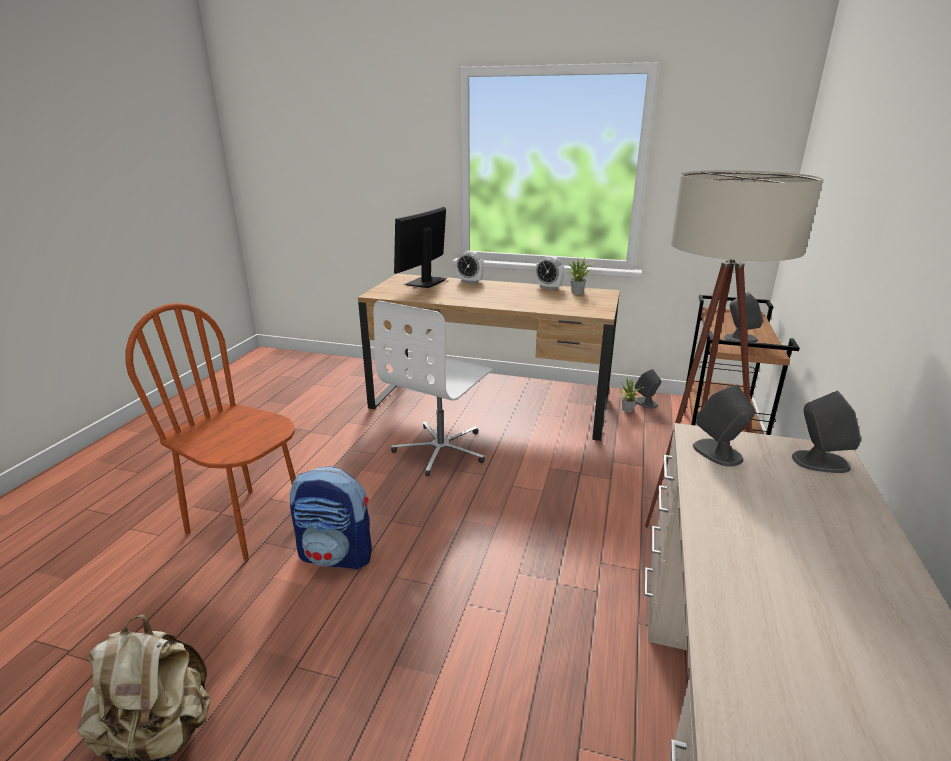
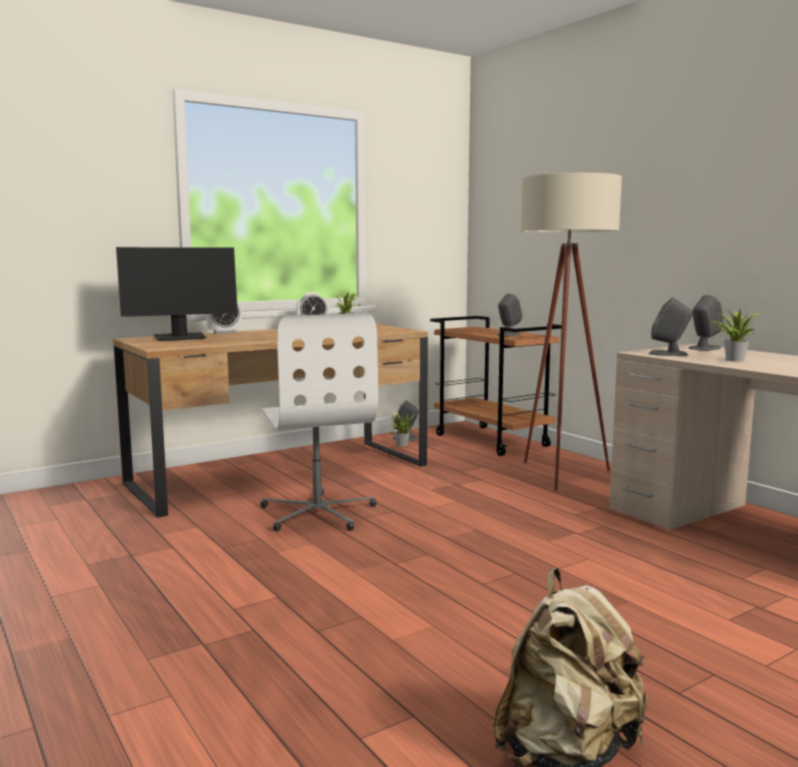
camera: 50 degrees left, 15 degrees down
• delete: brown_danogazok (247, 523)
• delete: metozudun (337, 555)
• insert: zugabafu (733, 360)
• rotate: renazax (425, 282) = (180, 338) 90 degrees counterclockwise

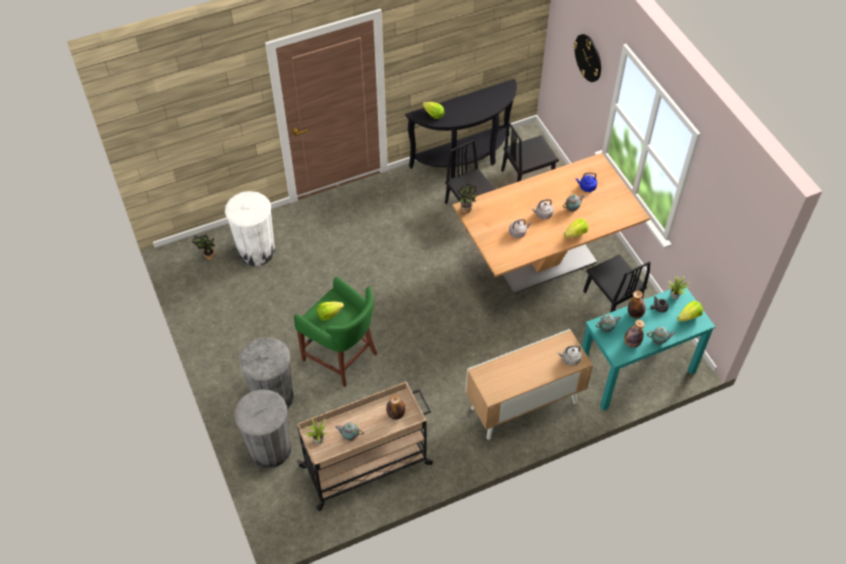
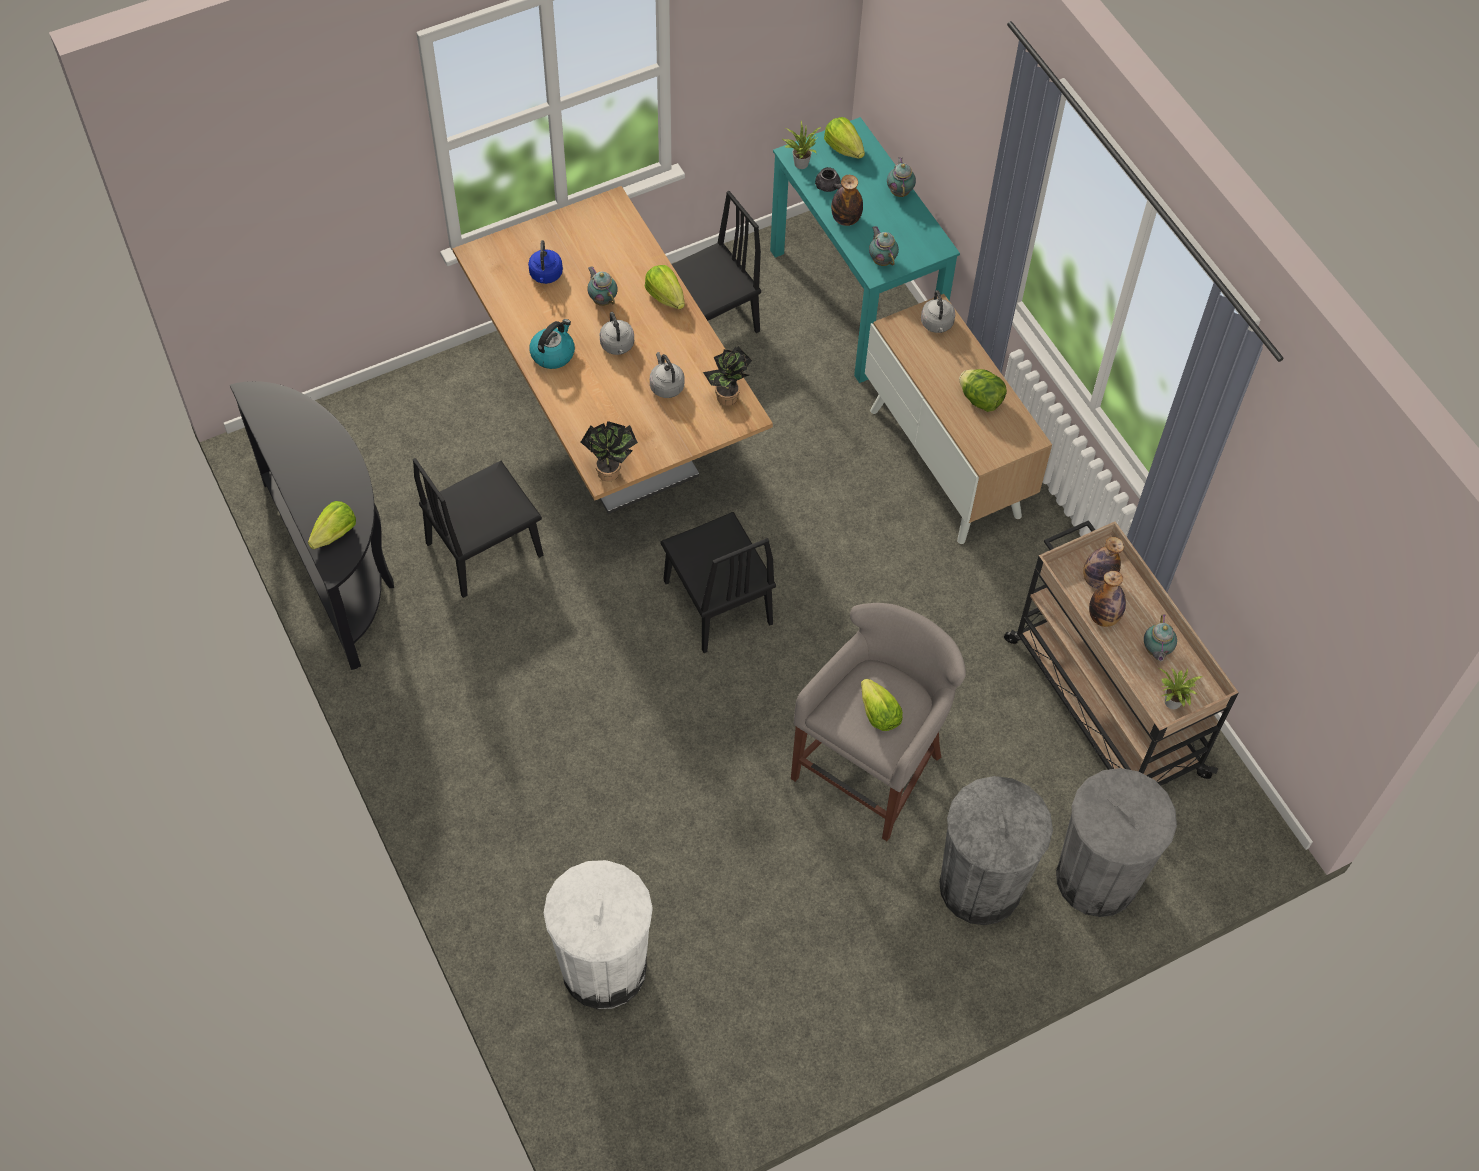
camera: 95 degrees left, 5 degrees up
• delete: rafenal (588, 57)
• insert: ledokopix (553, 353)
• insert: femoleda (980, 400)
• move: zugabafu (208, 256) to (727, 400)
• move: black_danogazok (527, 176) to (717, 602)
• move: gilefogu (631, 343) to (1103, 617)
• recolor: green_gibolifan (342, 357) to grey_gibolifan (871, 766)

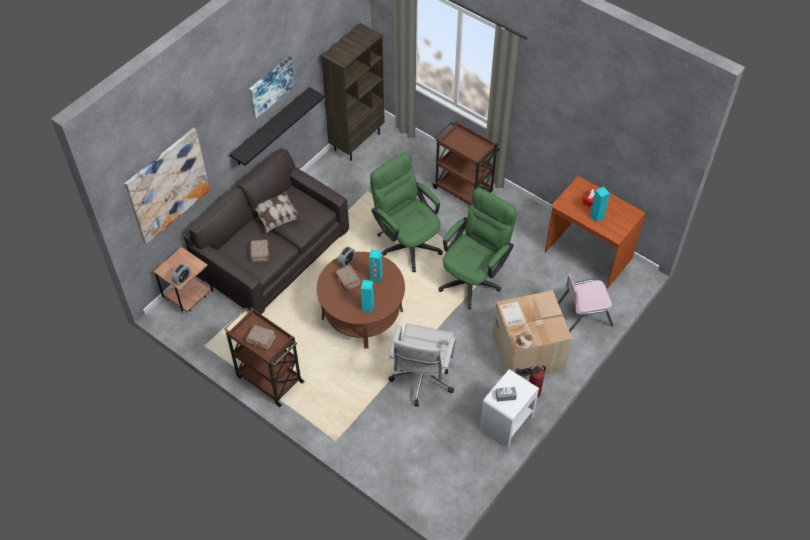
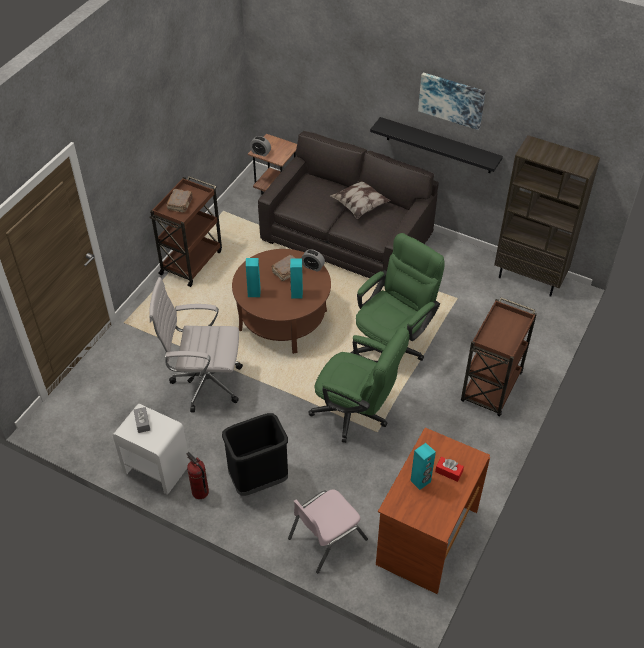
camera: 80 degrees right, 5 degrees down
• delete: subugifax (168, 185)
• delete: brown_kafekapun (260, 253)
• replace: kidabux (527, 351) to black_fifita (259, 479)
• rotate: pink_danogazok (583, 314) = (326, 538) 105 degrees counterclockwise

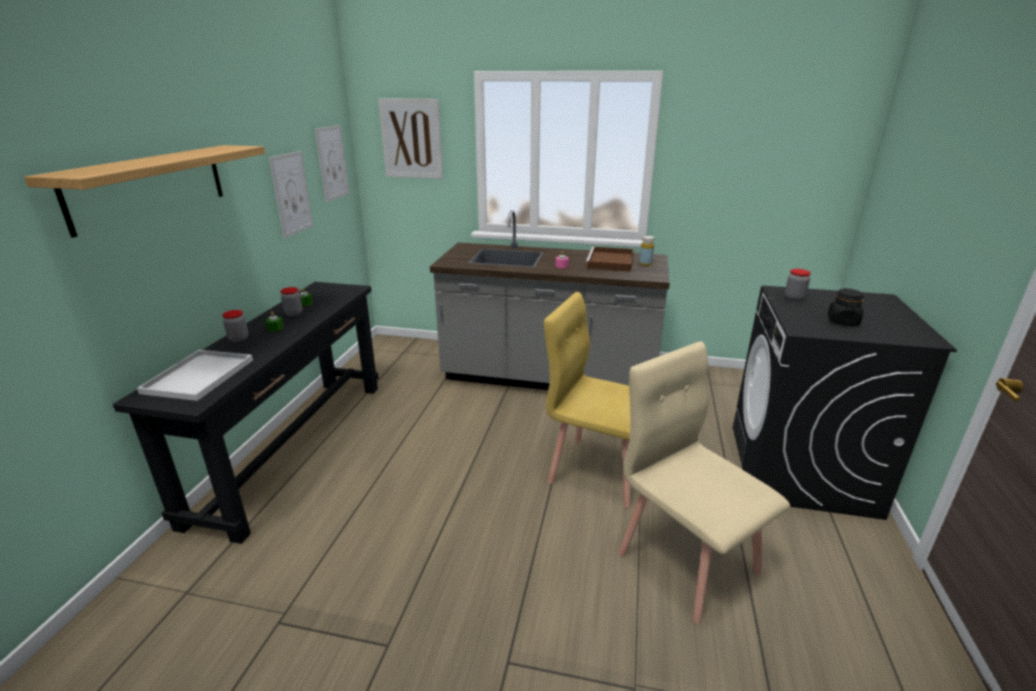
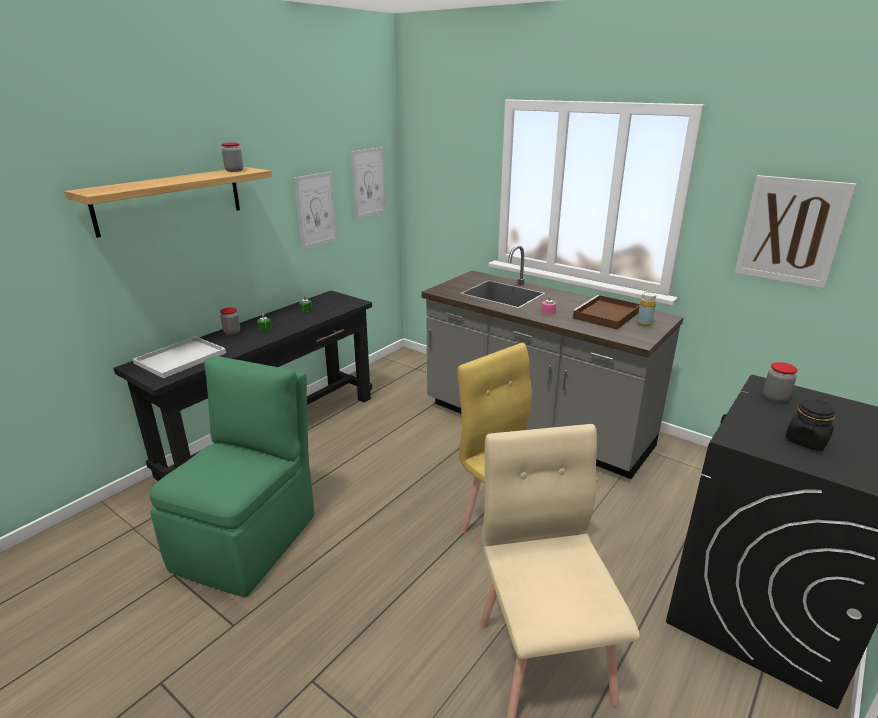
camera: 25 degrees right, 0 degrees up
• insert: green_danogazok (248, 539)
• move: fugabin (293, 313) to (234, 171)
• move: subugifax (411, 139) to (791, 231)

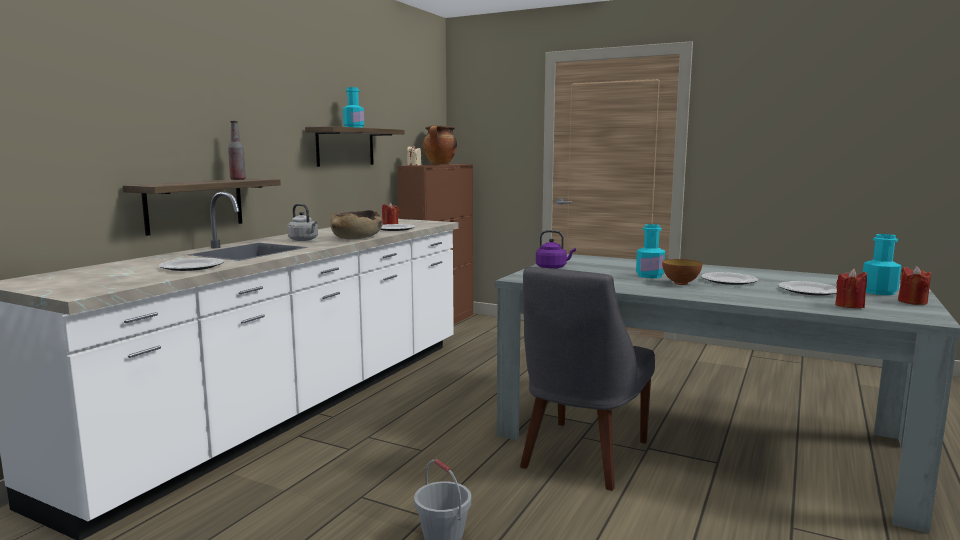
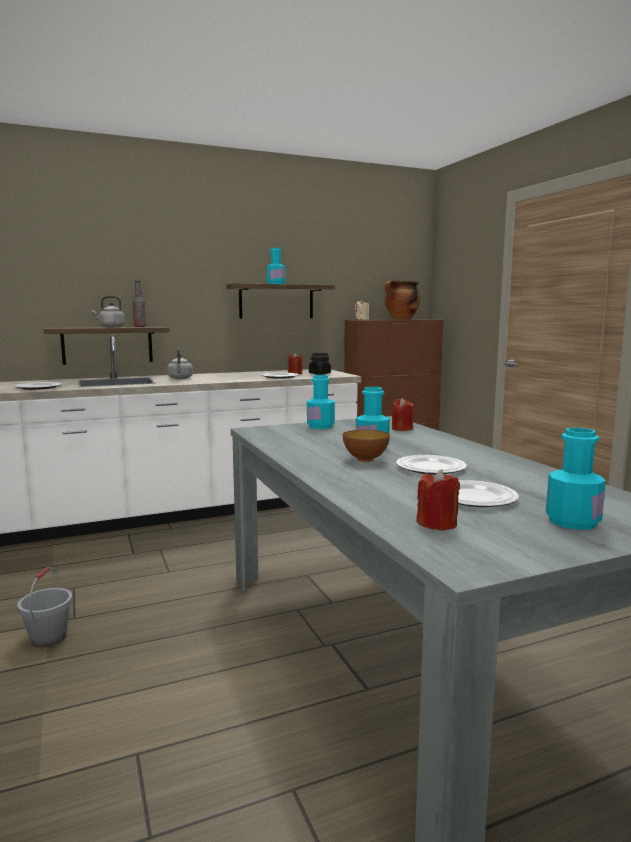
camera: 40 degrees right, 0 degrees up
• delete: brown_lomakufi (357, 237)
• delete: grey_danogazok (581, 456)
• insert: grey_ledokopix (110, 327)
• insert: black_fugabin (319, 374)
• move: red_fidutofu (912, 302) to (402, 429)
• replace: purple_ledokopix (553, 268) to turquoise_gilefogu (320, 426)

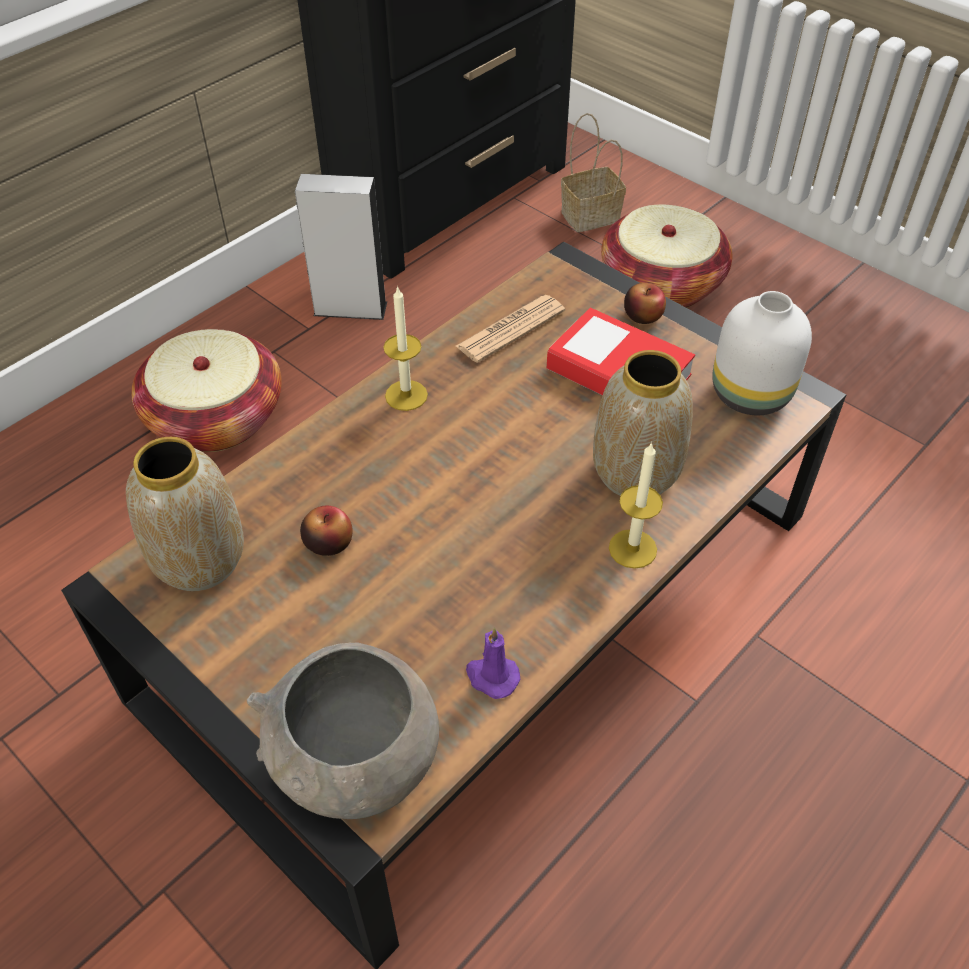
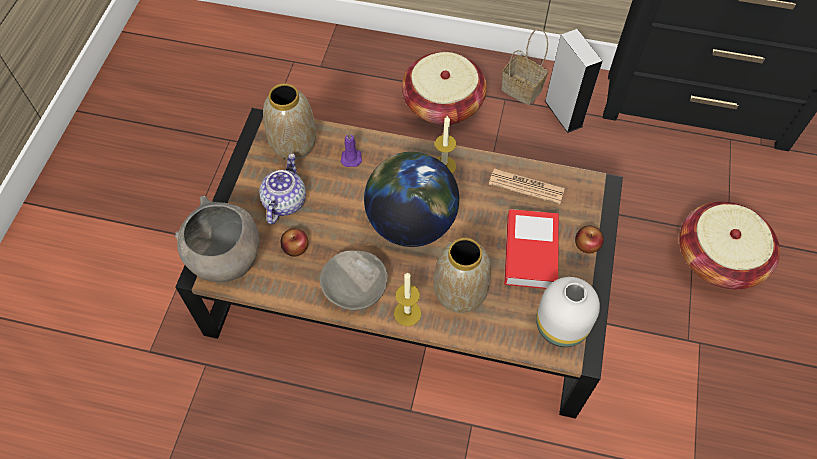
camera: 60 degrees right, 10 degrees up
• insert: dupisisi (284, 201)
• insert: grey_lomakufi (354, 289)
• insert: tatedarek (411, 223)
• move: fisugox (328, 542) to (295, 247)
• move: purple_fidutofu (491, 676) to (351, 157)
• move: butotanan (591, 215) to (523, 89)

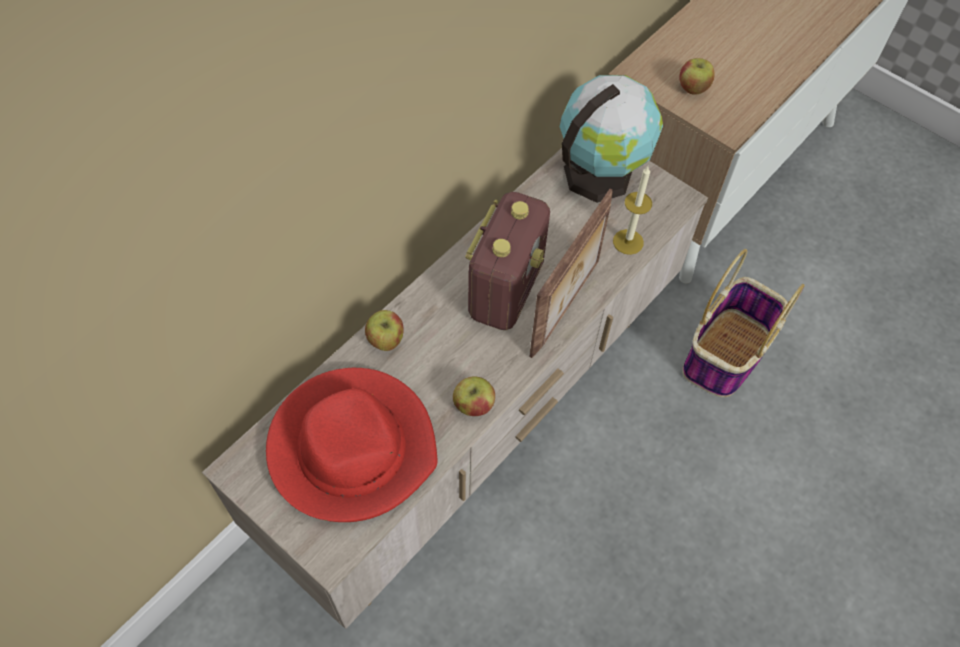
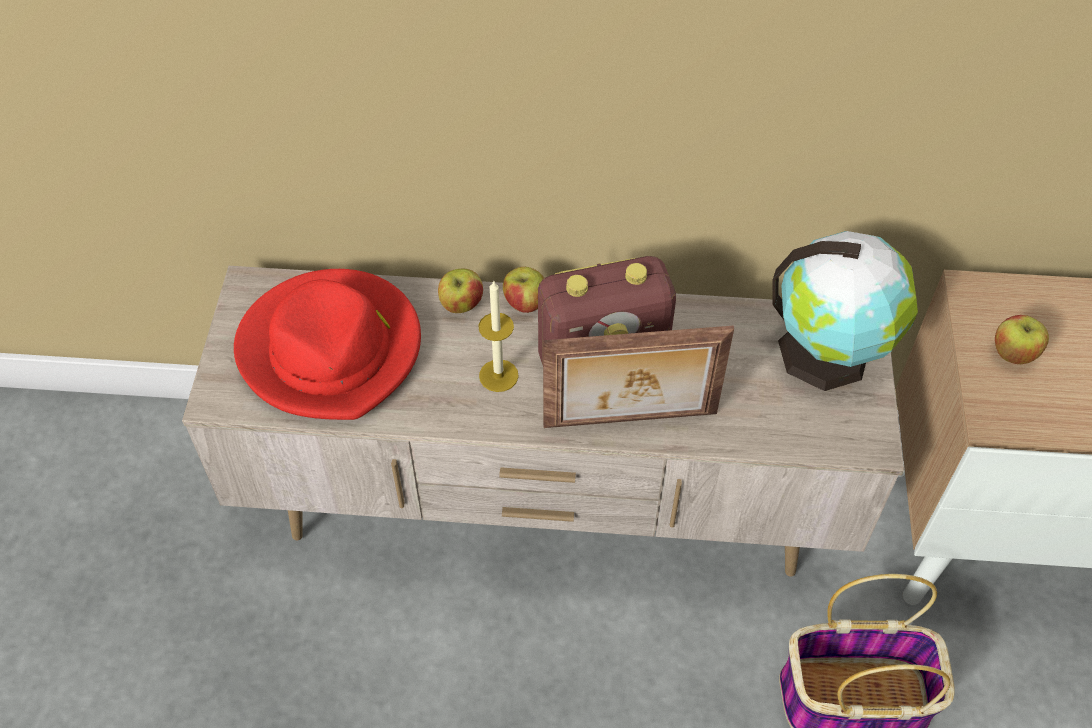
camera: 55 degrees right, 5 degrees down
• move: fisugox (474, 405) to (525, 303)
• move: fidutofu (628, 242) to (498, 375)

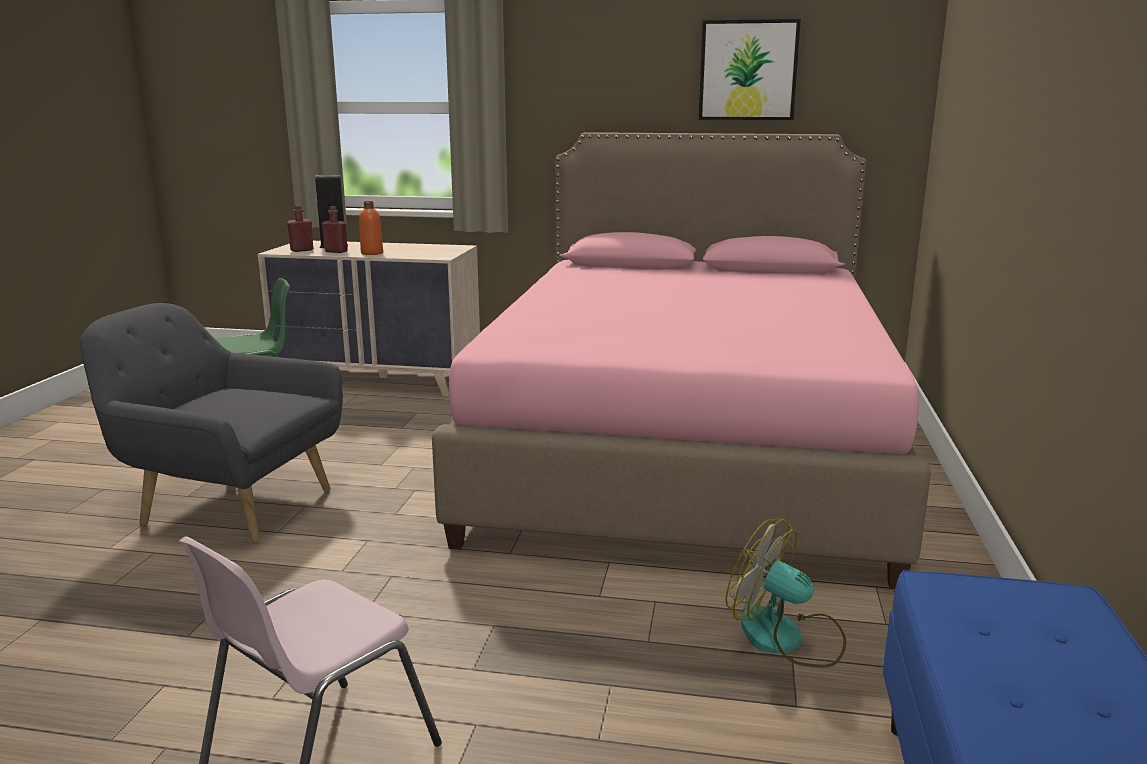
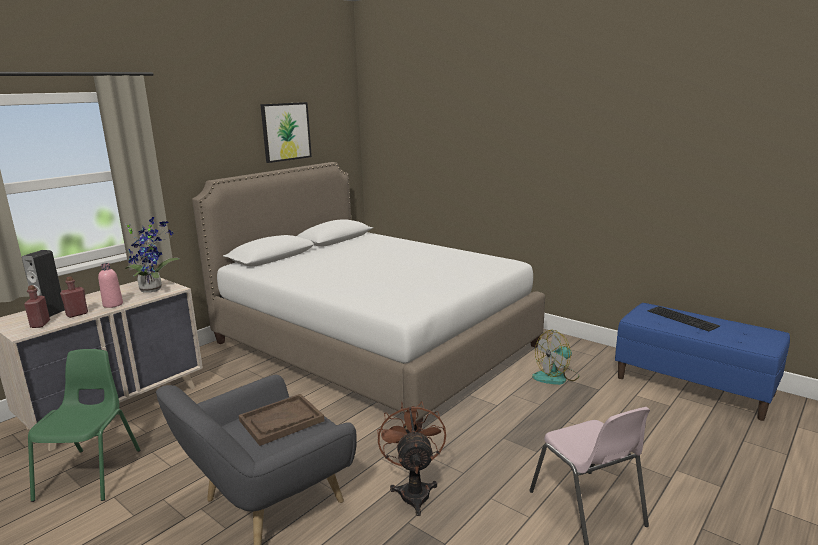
camera: 60 degrees left, 0 degrees up
• insert: zugabafu (153, 289)
• insert: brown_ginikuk (281, 421)
• insert: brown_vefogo (414, 490)
• insert: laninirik (683, 318)
• recolor: orange_gilefogu (372, 253) to pink_gilefogu (113, 304)
• recolor: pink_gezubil (684, 449) to white_gezubil (373, 344)

